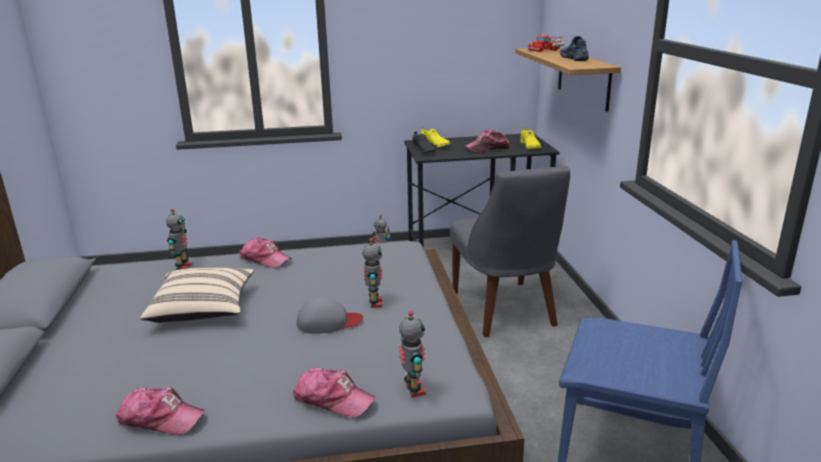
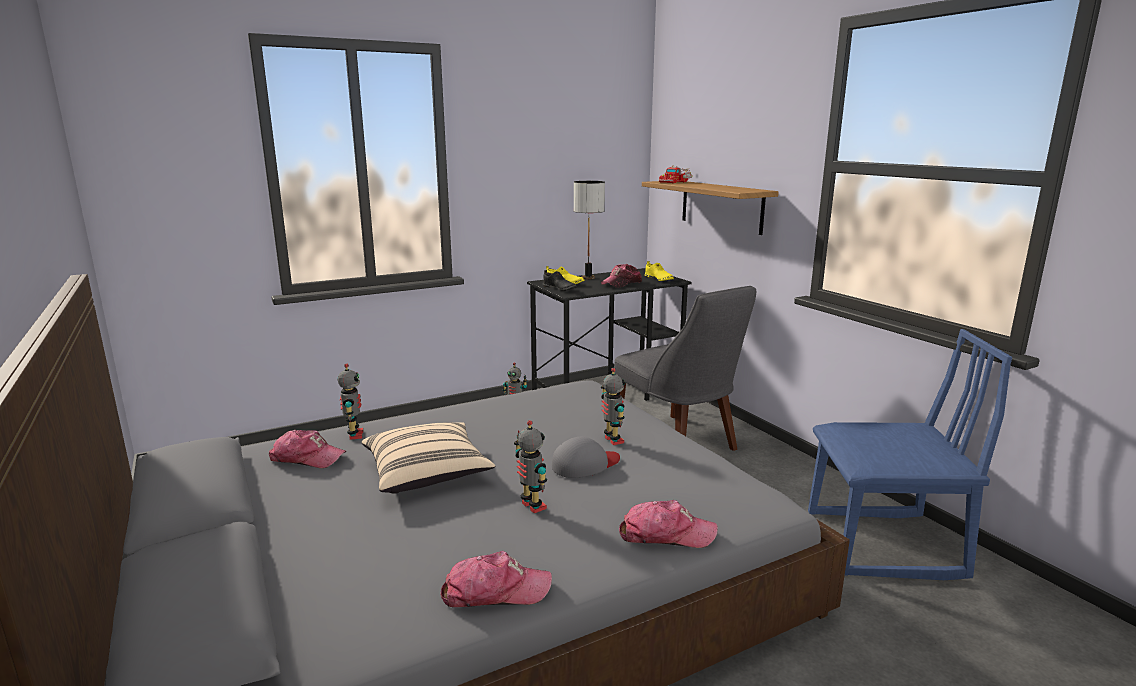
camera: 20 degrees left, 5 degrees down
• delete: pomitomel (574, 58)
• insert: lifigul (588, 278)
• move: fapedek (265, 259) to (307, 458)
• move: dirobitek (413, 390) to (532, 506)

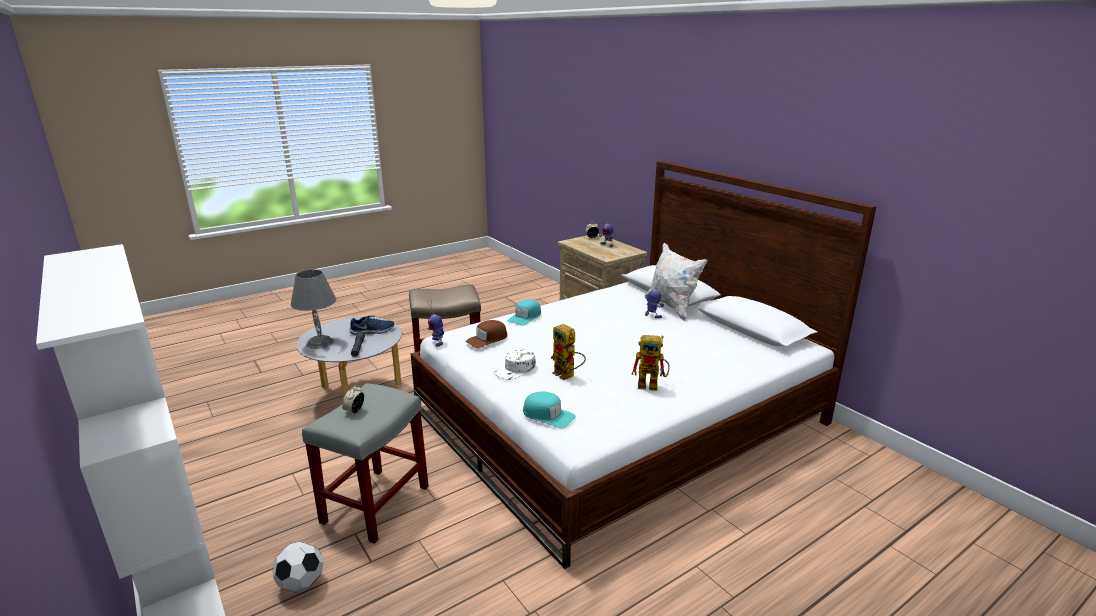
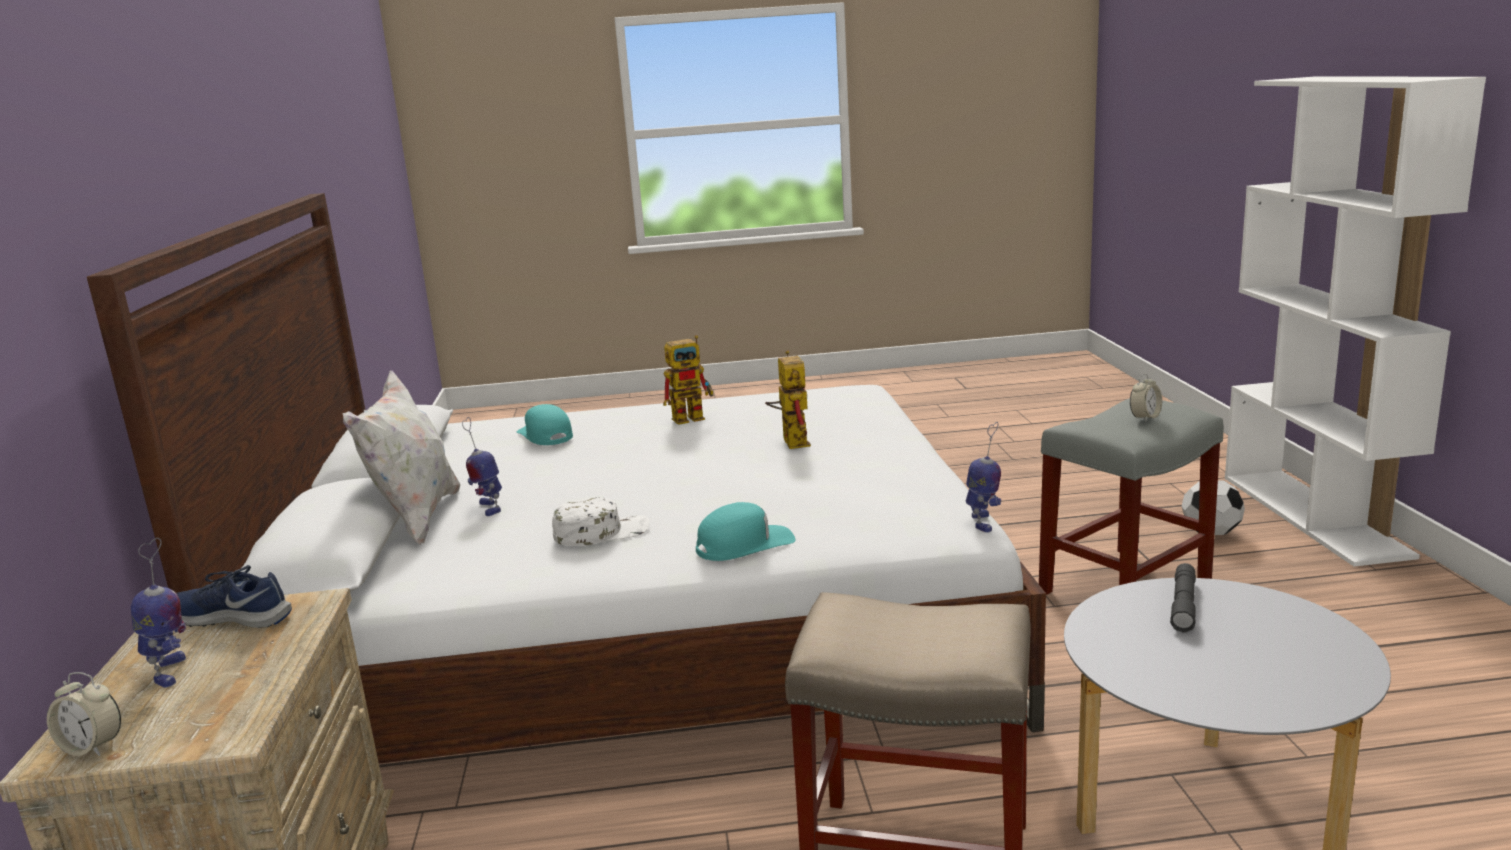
camera: 150 degrees left, 5 degrees down
• delete: grey_lifigul (319, 342)
• delete: brown_fapedek (487, 339)
• move: blue_pomitomel (372, 331) to (231, 617)
• move: white_fapedek (515, 369) to (601, 532)
• move: turquoise_fapedek (548, 415) to (545, 435)
• rotate: dirobitek (652, 385) = (694, 417) 120 degrees clockwise

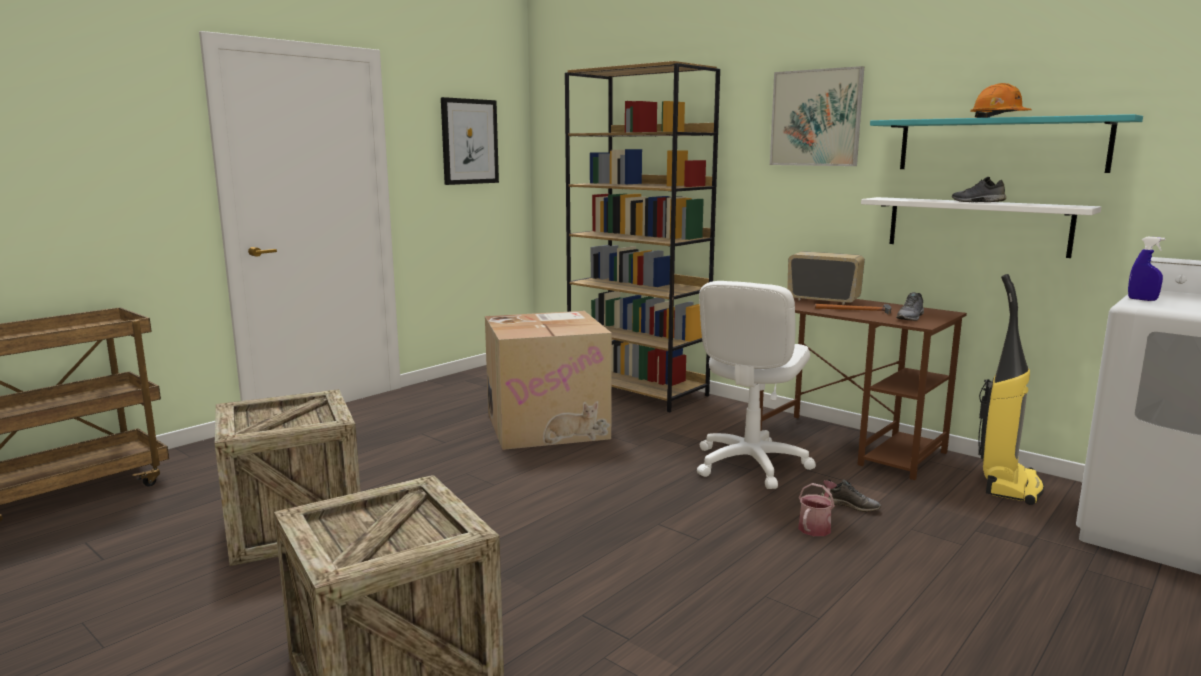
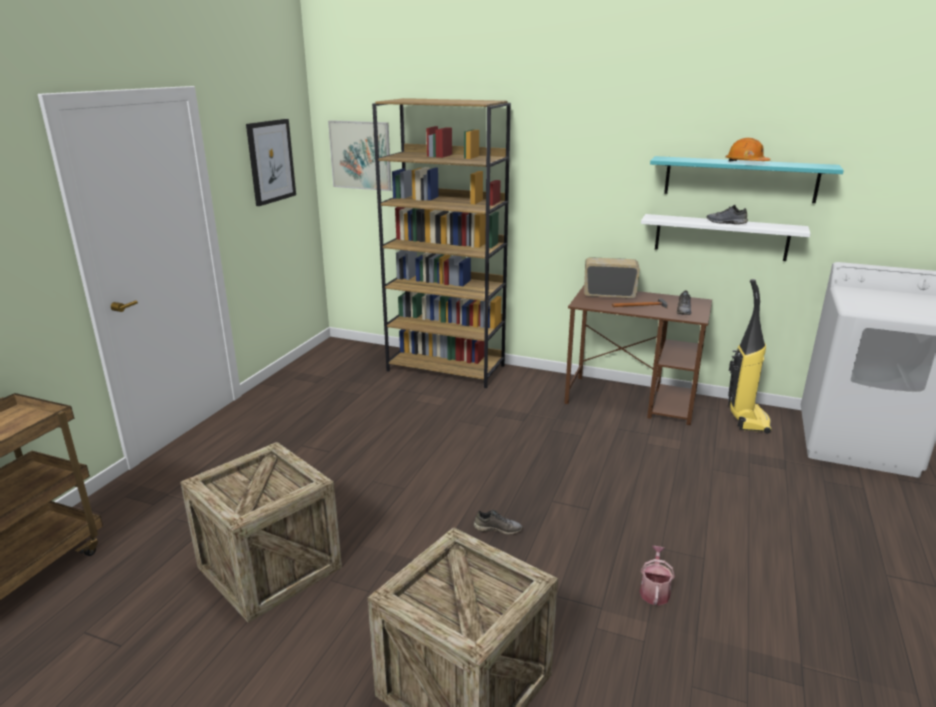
camera: 20 degrees left, 10 degrees up
• delete: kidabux (548, 425)
• delete: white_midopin (750, 464)
• delete: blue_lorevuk (1142, 299)
• move: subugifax (815, 118) to (360, 155)
• move: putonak (816, 526) to (654, 591)
• move: grey_pomitomel (850, 505) to (498, 529)

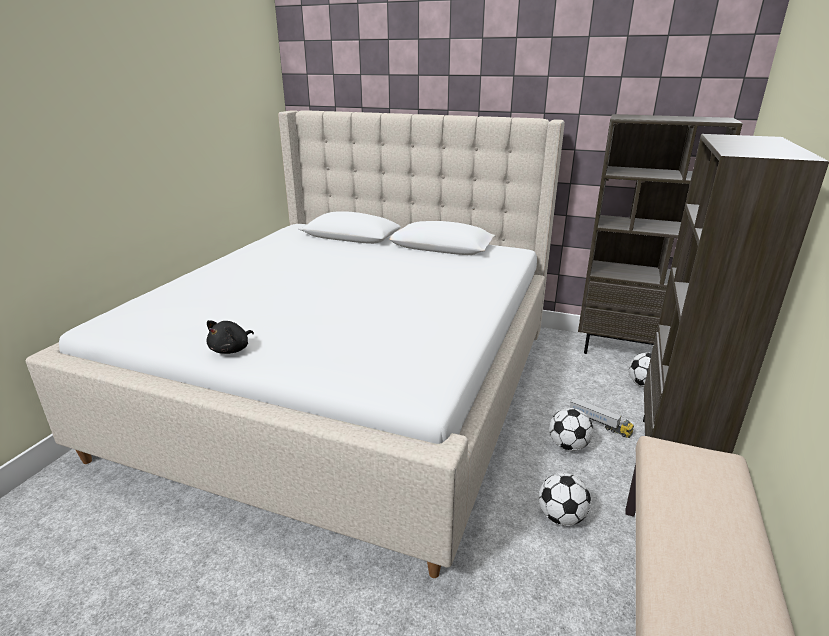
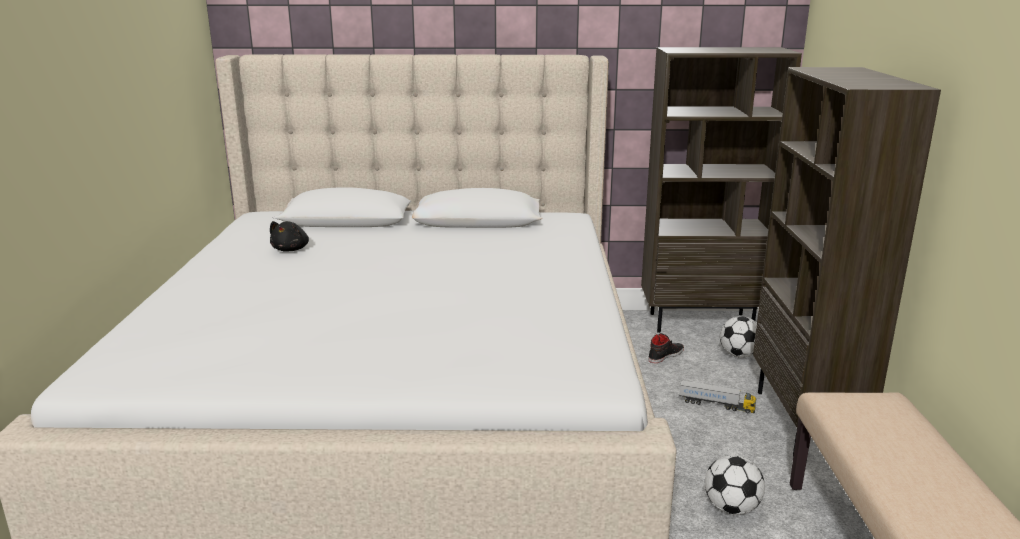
camera: 20 degrees left, 5 degrees down
• delete: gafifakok (568, 445)
• insert: black_pomitomel (665, 355)
• move: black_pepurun (231, 349) to (291, 249)

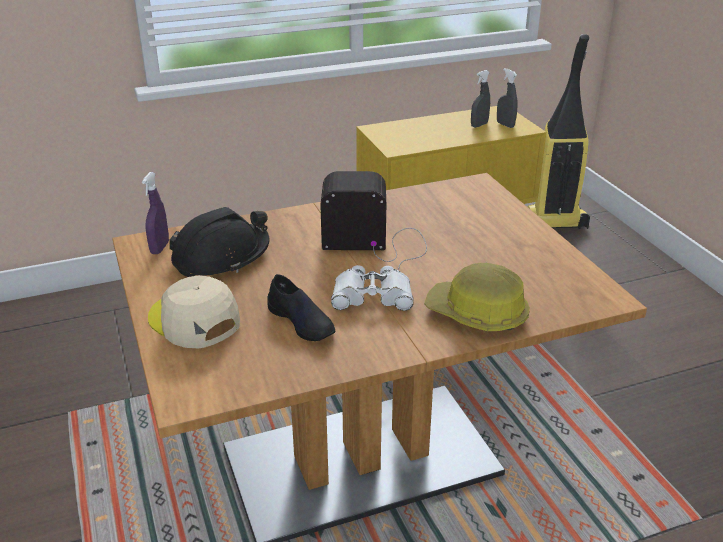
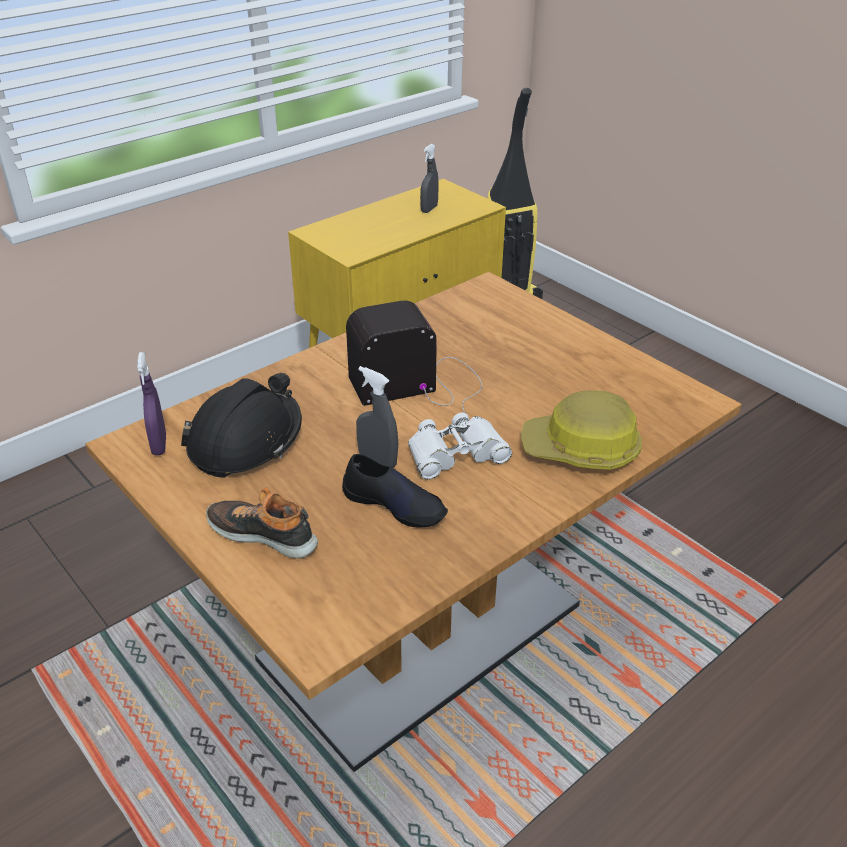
camera: 20 degrees left, 5 degrees up
• move: grey_lorevuk (505, 125) to (377, 461)
• replace: beige_fapedek (193, 320) to pomitomel (264, 534)

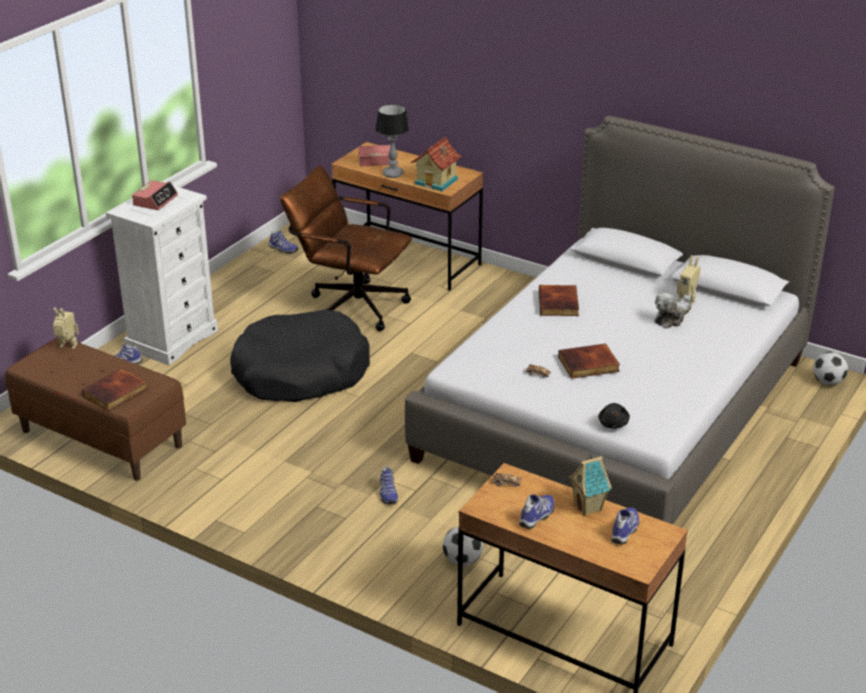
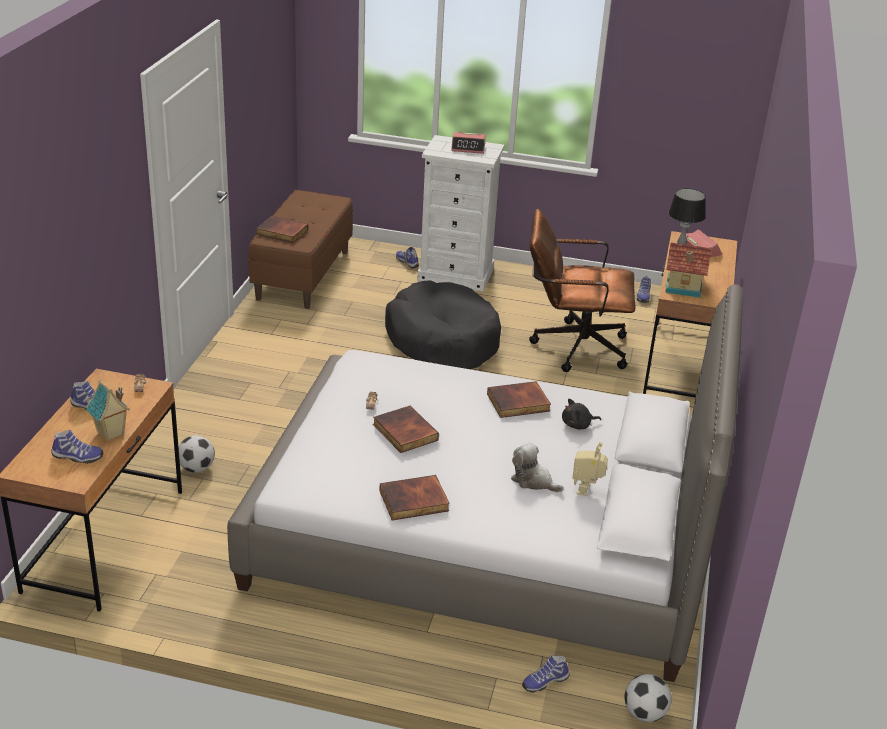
camera: 70 degrees right, 0 degrees up
• delete: dirobitek (67, 347)
• insert: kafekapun (413, 502)
• move: pomitomel (387, 493) to (544, 681)
• move: black_pepurun (613, 424) to (578, 425)
• rotate: brown_midopin (350, 305) = (572, 347) 90 degrees counterclockwise

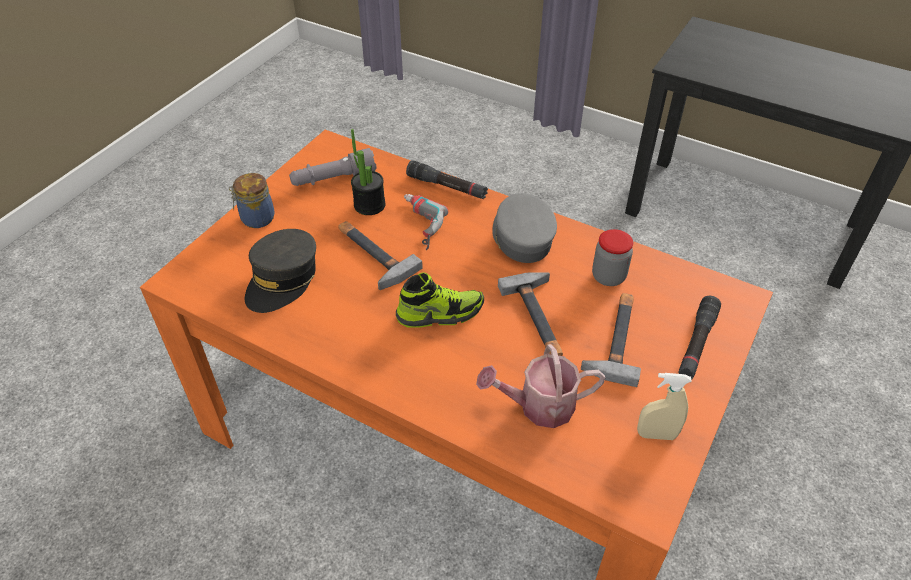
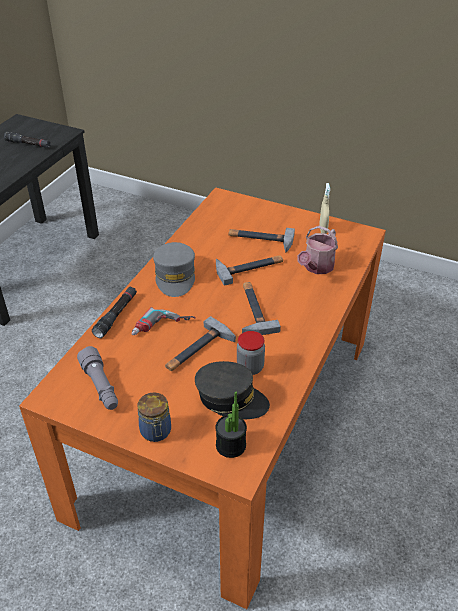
camera: 95 degrees left, 5 degrees down
• move: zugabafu (369, 205) to (231, 445)
• move: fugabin (608, 277) to (250, 367)
• move: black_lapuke (696, 343) to (28, 144)
• replace: pomitomel (440, 313) to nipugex (253, 310)
• rotate: putonak (538, 406) = (316, 267) 45 degrees clockwise
• rotate: grey_fapedek (521, 238) = (175, 276) 75 degrees counterclockwise

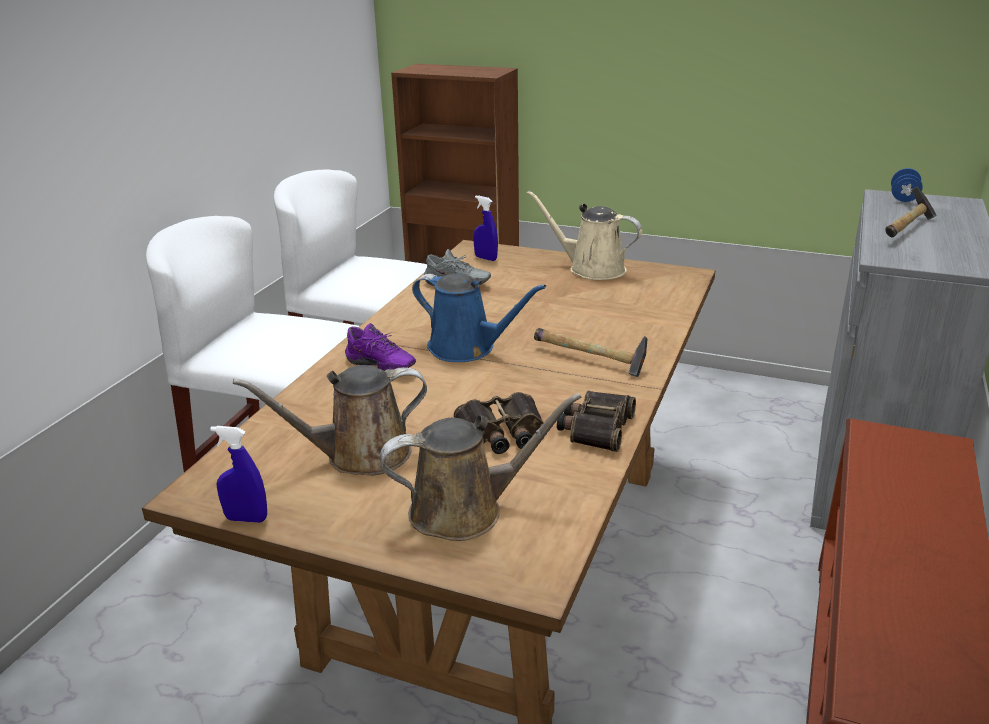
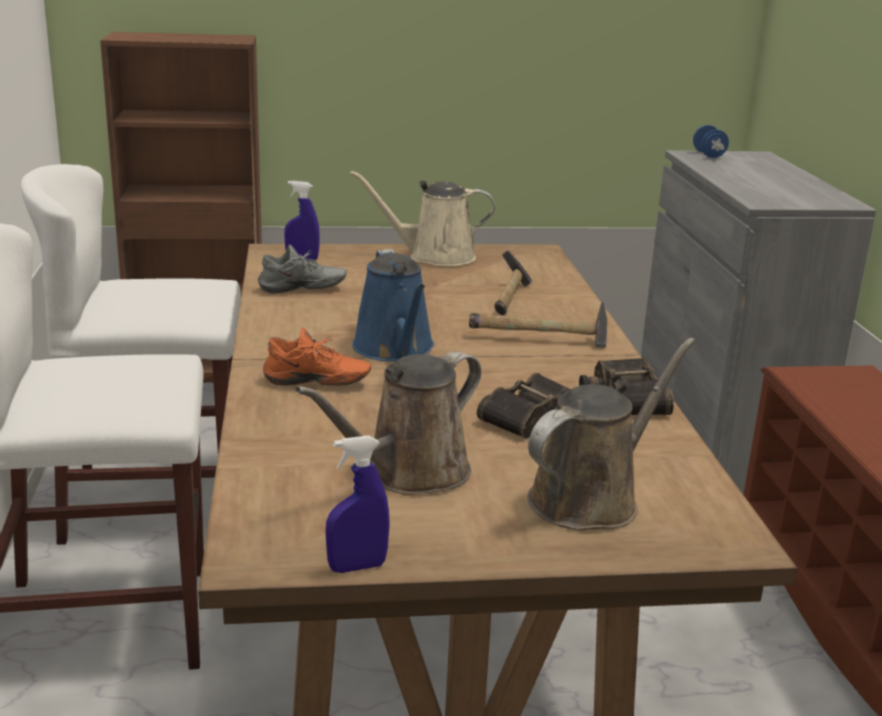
camera: 30 degrees left, 5 degrees down
• move: nipugex (907, 229) to (510, 301)
• recolor: purple_pomitomel (379, 367) to orange_pomitomel (316, 384)
• rotate: blue_putonak (467, 348) = (395, 349) 75 degrees clockwise

